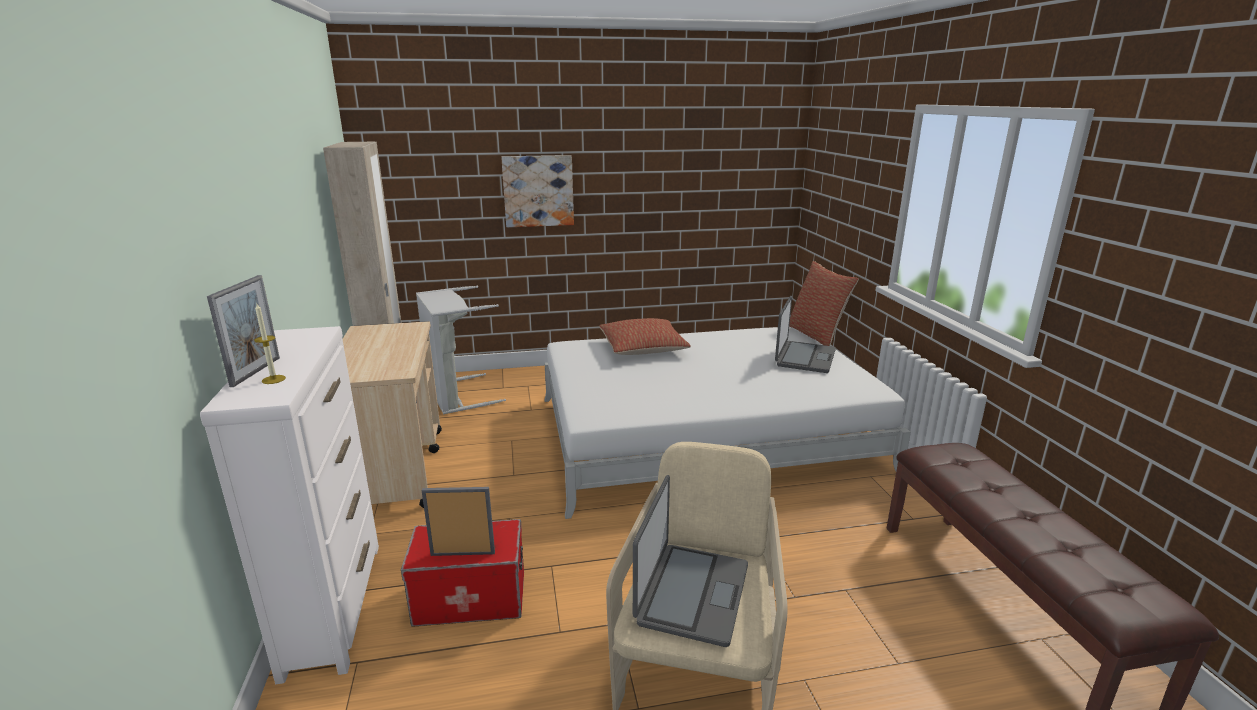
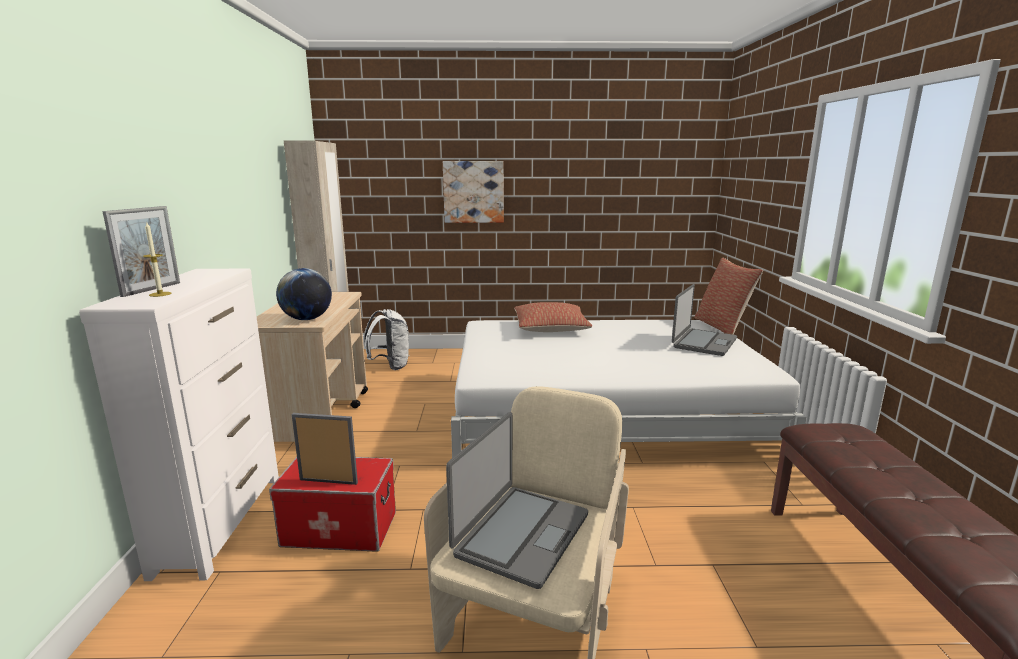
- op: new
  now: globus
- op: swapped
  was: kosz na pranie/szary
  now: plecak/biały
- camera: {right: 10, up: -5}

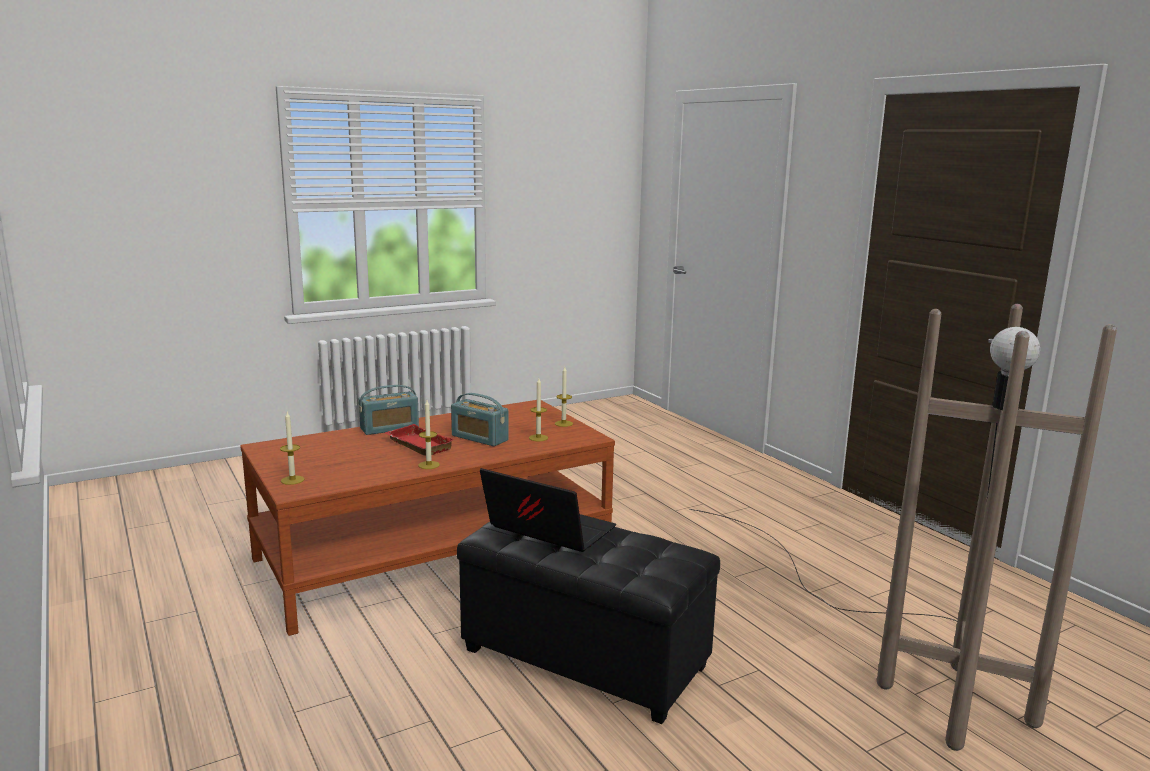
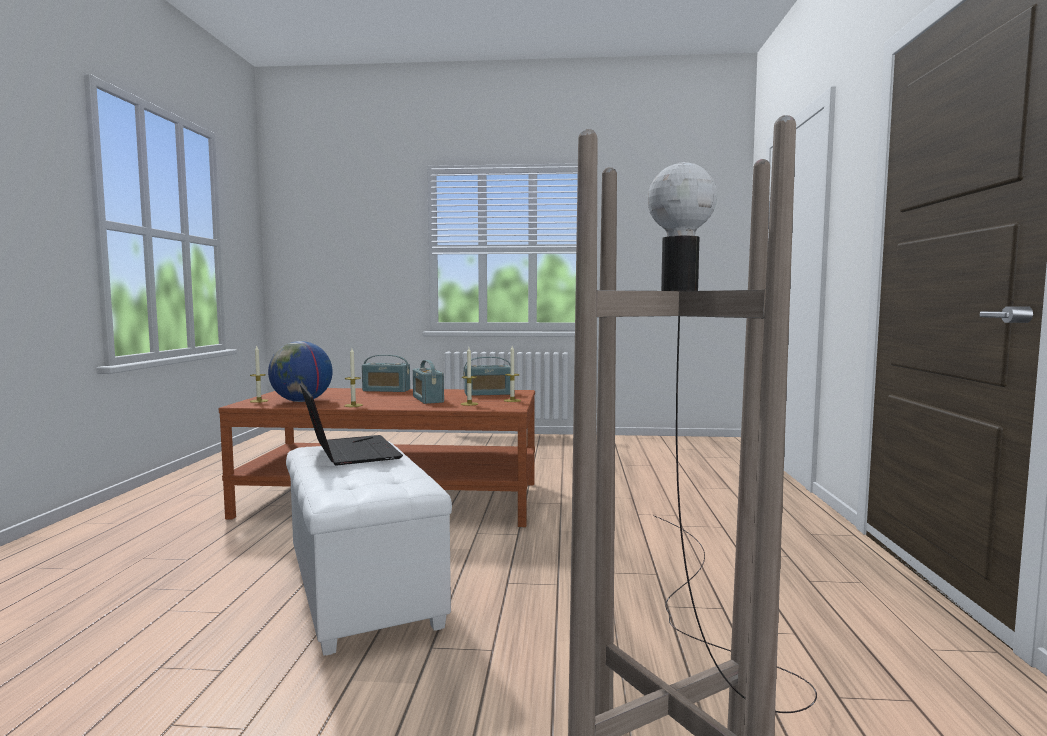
- op: gone
  was: taca/czerwony
- op: new
  now: globus
- op: new
  now: radio (no. 3 from left)
- op: repainted
  was: pufa/czarny
  now: pufa/biały
- camera: {right: 35, up: -10}

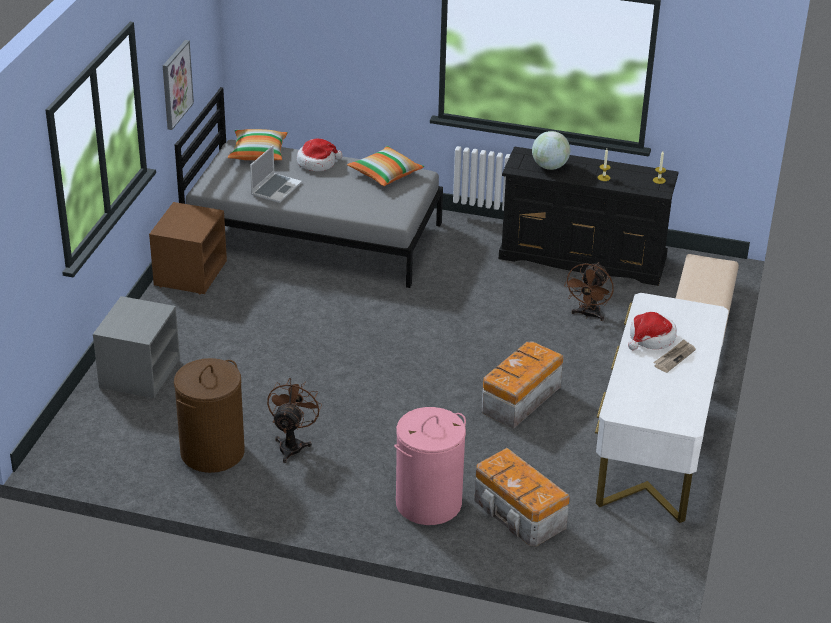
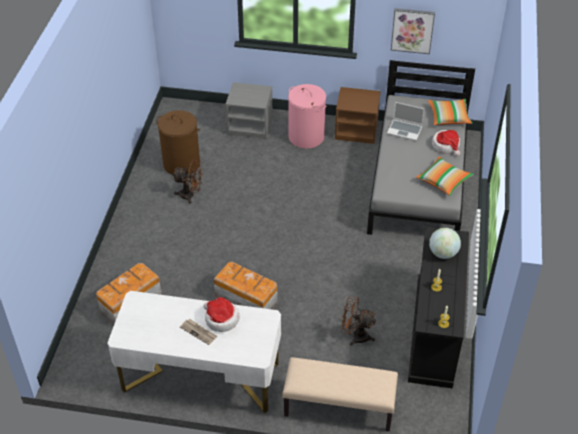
- op: shifted
  was: kosz na pranie/różowy
- camera: {right: 85, up: 10}

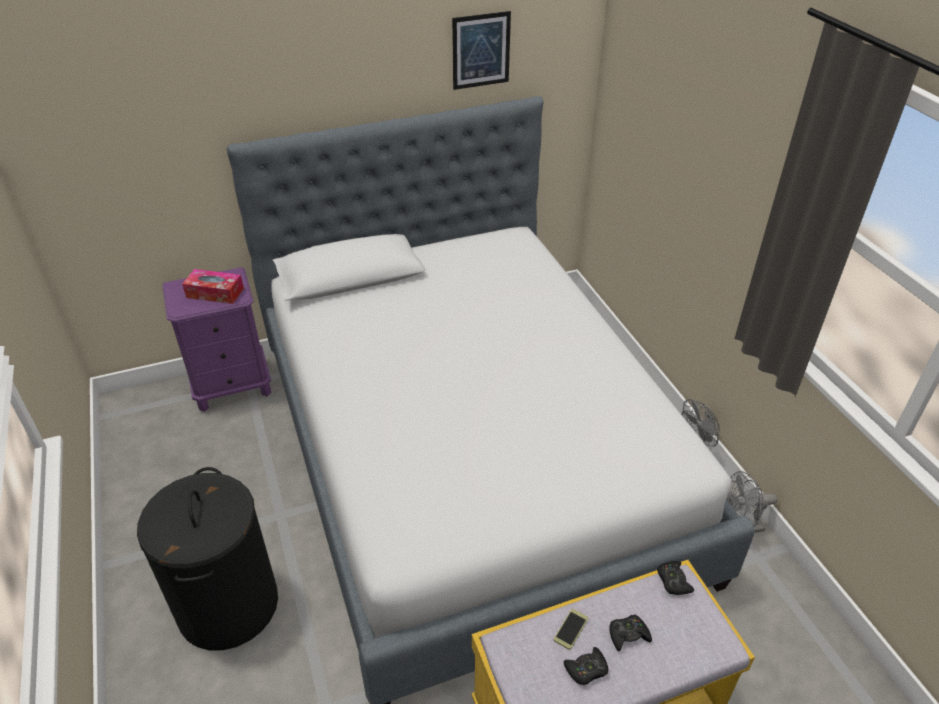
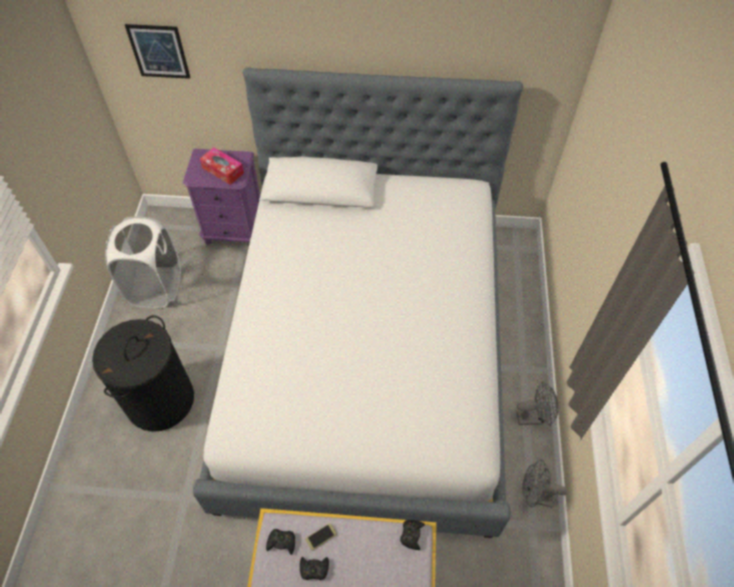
- op: new
  now: kosz na pranie/biały
- op: shifted
  was: obraz
- op: shifted
  was: pad do gier/czarny (no. 2 from left in the first image)
  now: pad do gier/czarny (no. 1 from left)
- camera: {right: 25, up: 15}

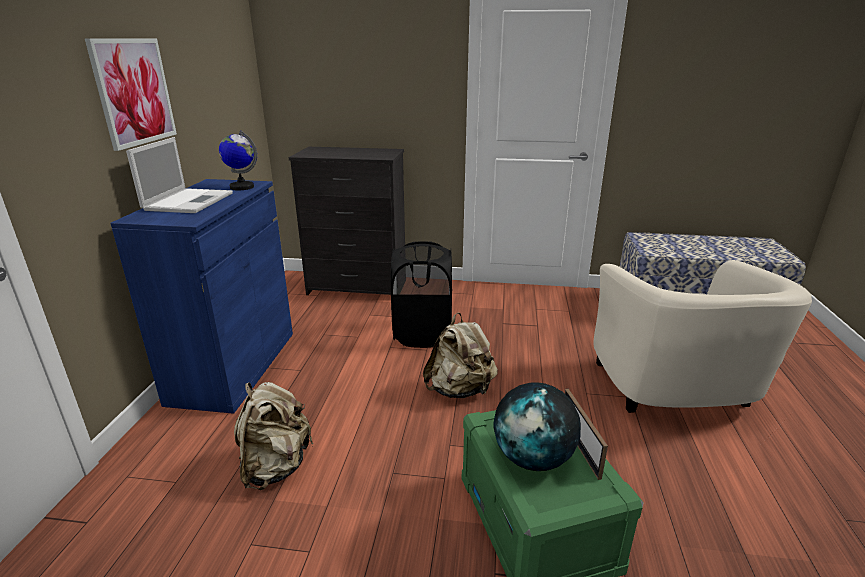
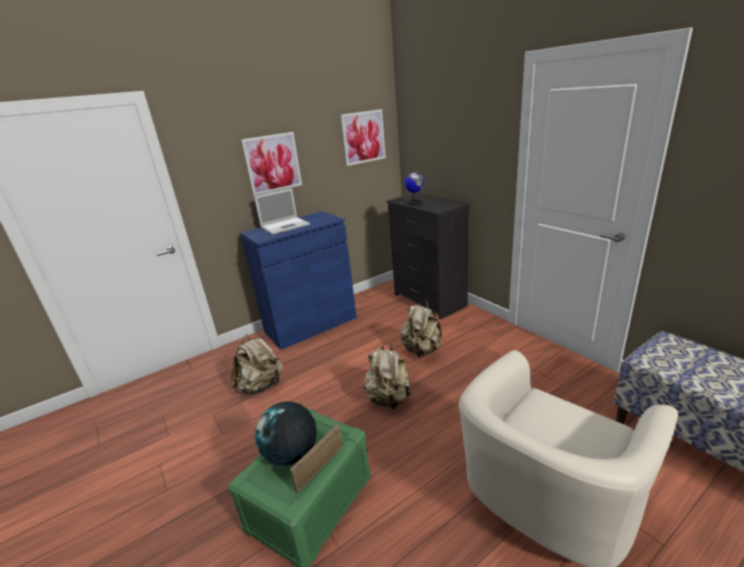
- op: new
  now: obraz (no. 2 from left)
- op: shifted
  was: globus (no. 1 from left in the first image)
  now: globus (no. 2 from left)
- op: swapped
  was: kosz na pranie/czarny
  now: plecak/beżowy (no. 3 from left)
- camera: {right: 50, up: 0}

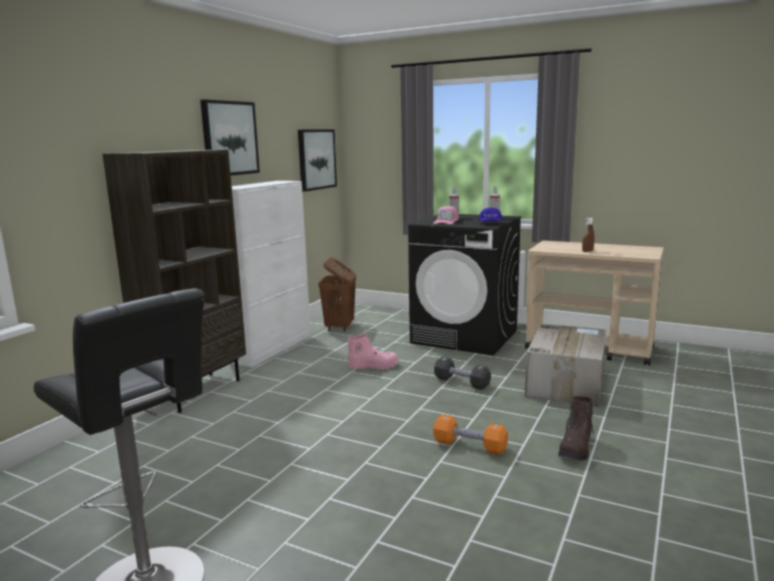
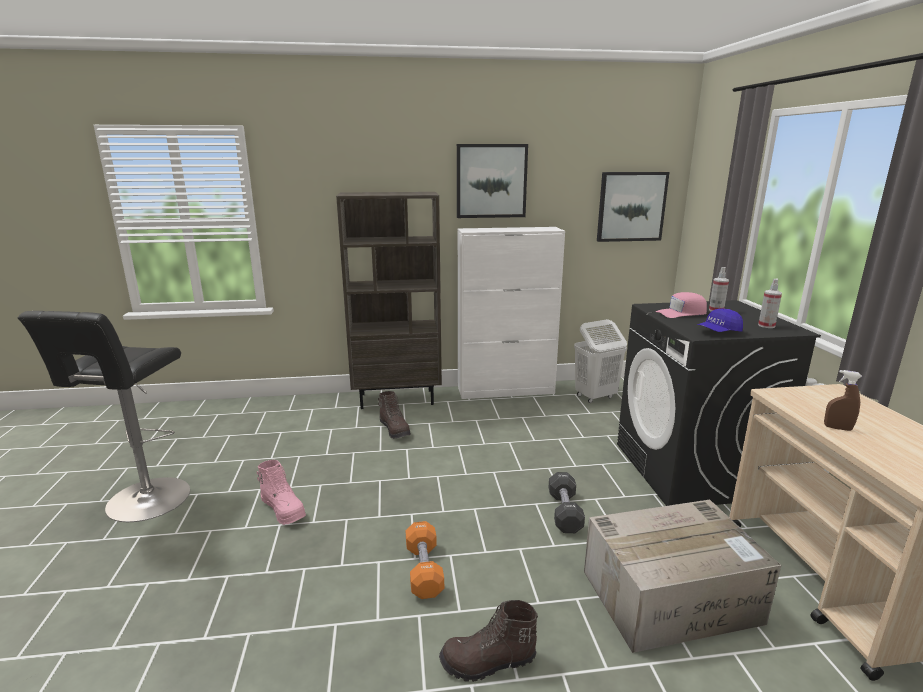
- op: new
  now: but z cholewką/brązowy (no. 1 from left)
- op: shifted
  was: but z cholewką/różowy
- op: repainted
  was: kosz na pranie/brązowy
  now: kosz na pranie/biały
- camera: {right: 55, up: 5}

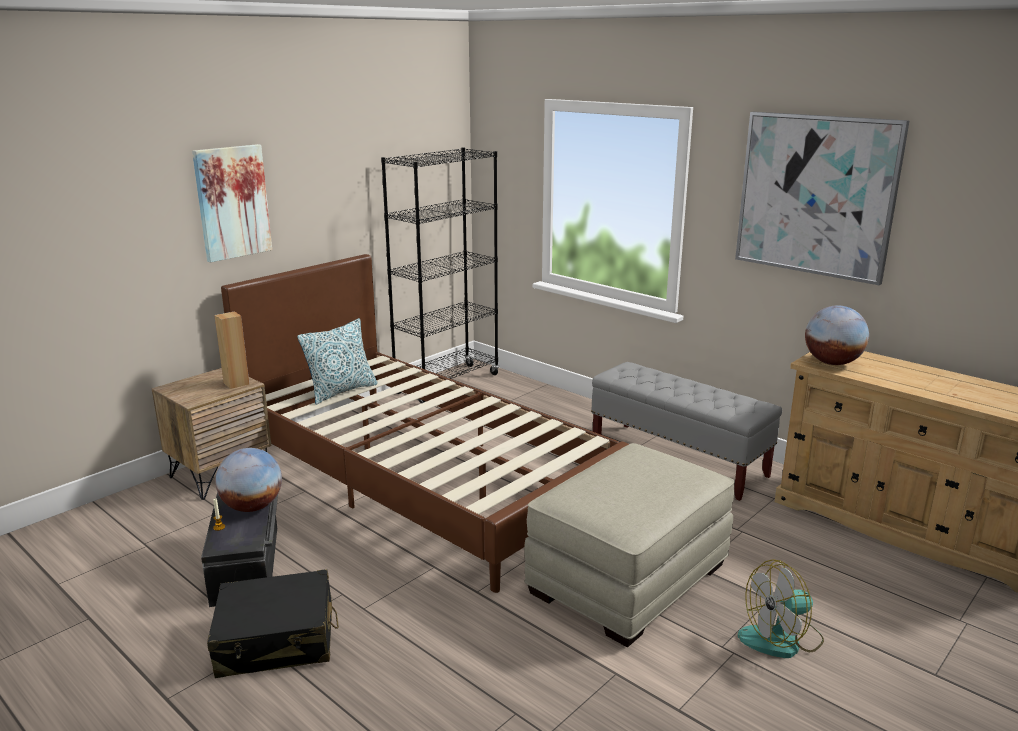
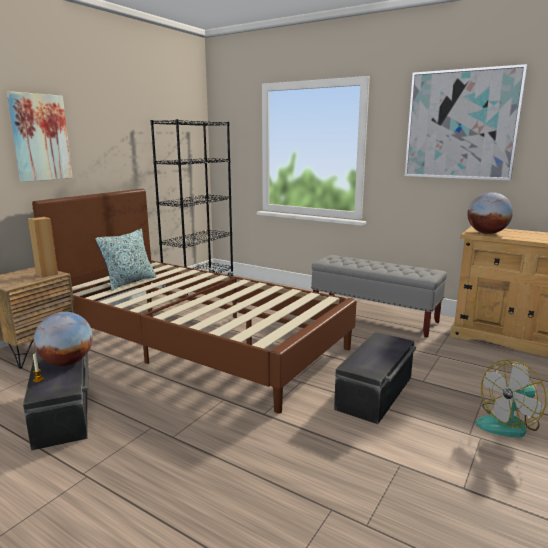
- op: gone
  was: walizka/czarny
- op: swapped
  was: pufa/beżowy
  now: pojemnik do przechowywania/czarny (no. 2 from left)
- camera: {right: -10, up: -5}

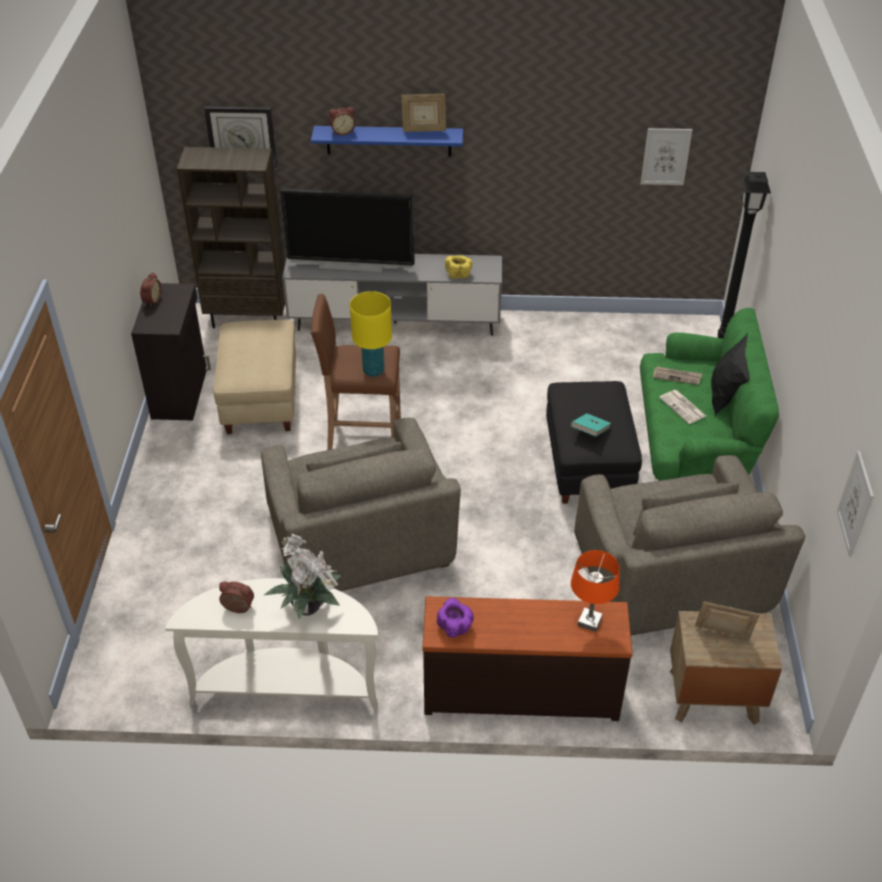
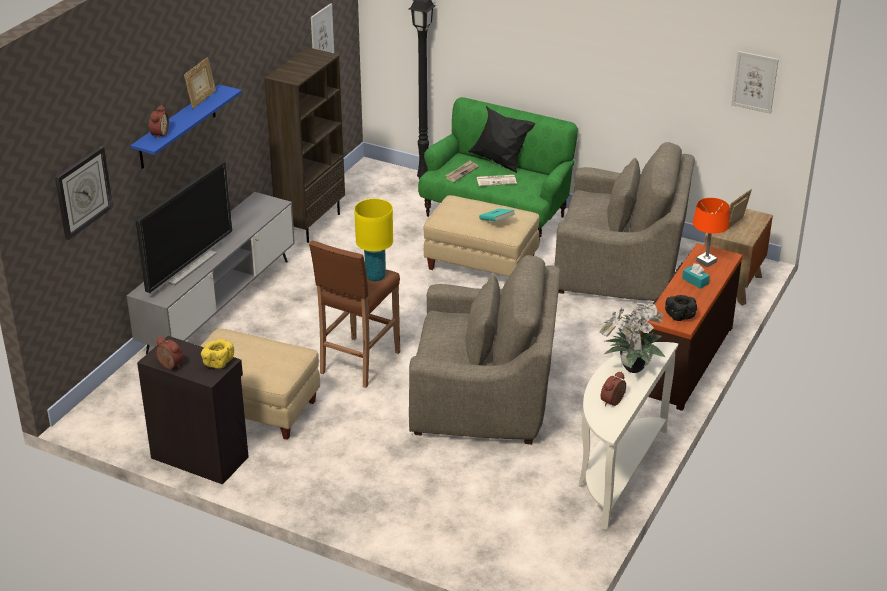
- op: new
  now: pudełko chusteczek/turkusowy
- op: shifted
  was: regał/brązowy
- op: shifted
  was: miska/żółty
- op: repainted
  was: miska/fioletowy
  now: miska/czarny
- op: repainted
  was: pufa/czarny
  now: pufa/beżowy (no. 2 from left)
- camera: {right: -65, up: -10}

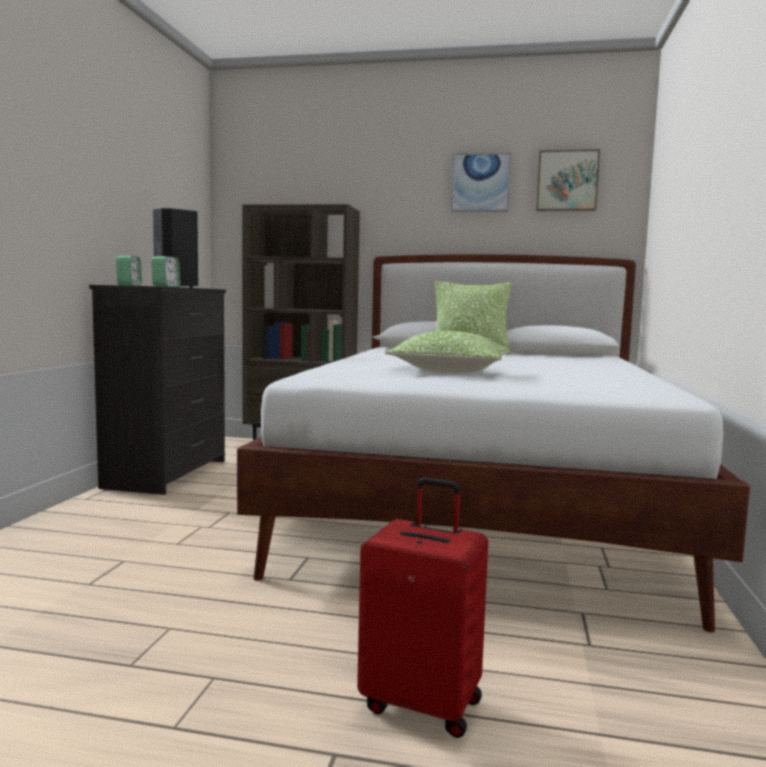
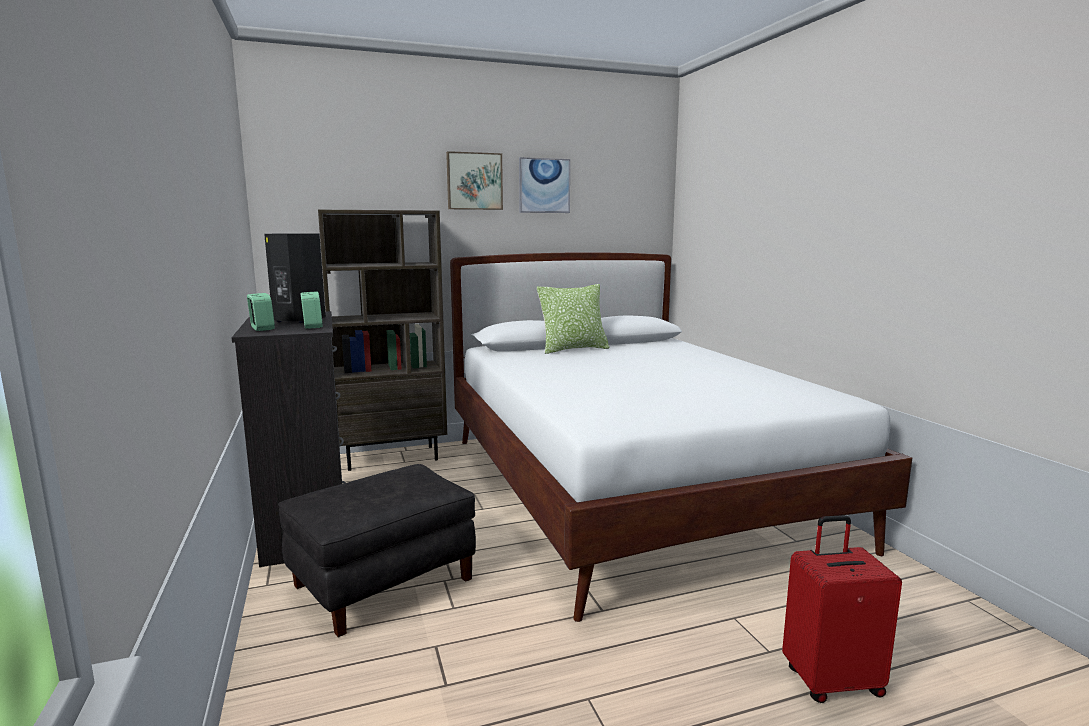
- op: gone
  was: poduszka (no. 1 from left)
- op: new
  now: pufa/czarny
- op: shifted
  was: obraz (no. 2 from left in the first image)
  now: obraz (no. 1 from left)
- camera: {right: -30, up: 5}

